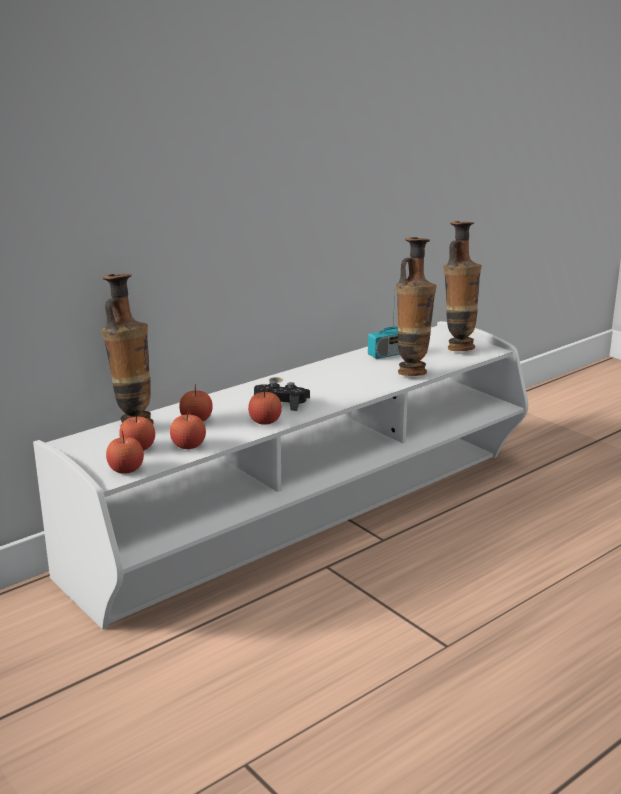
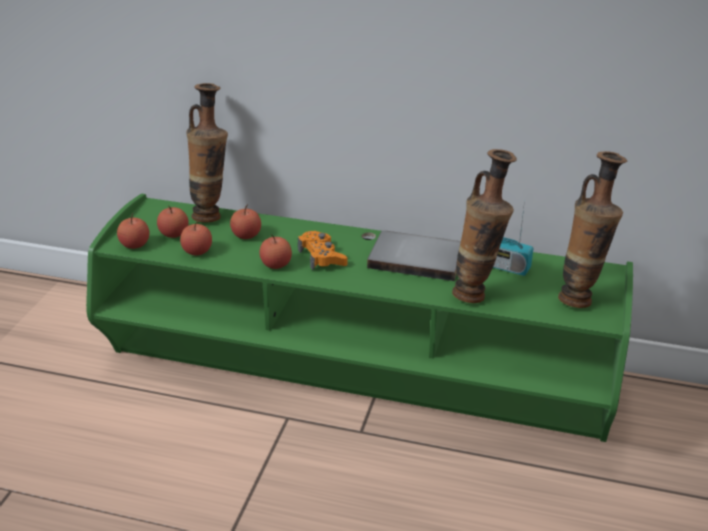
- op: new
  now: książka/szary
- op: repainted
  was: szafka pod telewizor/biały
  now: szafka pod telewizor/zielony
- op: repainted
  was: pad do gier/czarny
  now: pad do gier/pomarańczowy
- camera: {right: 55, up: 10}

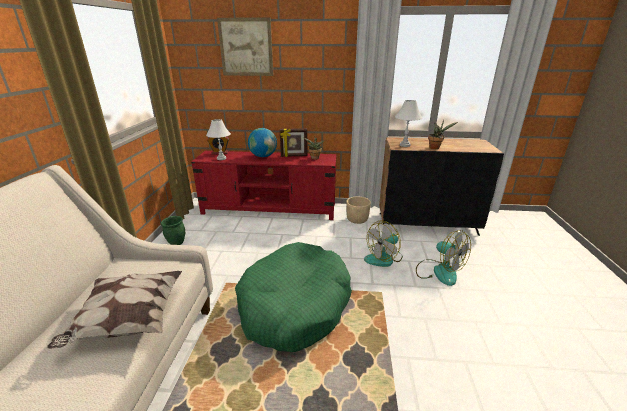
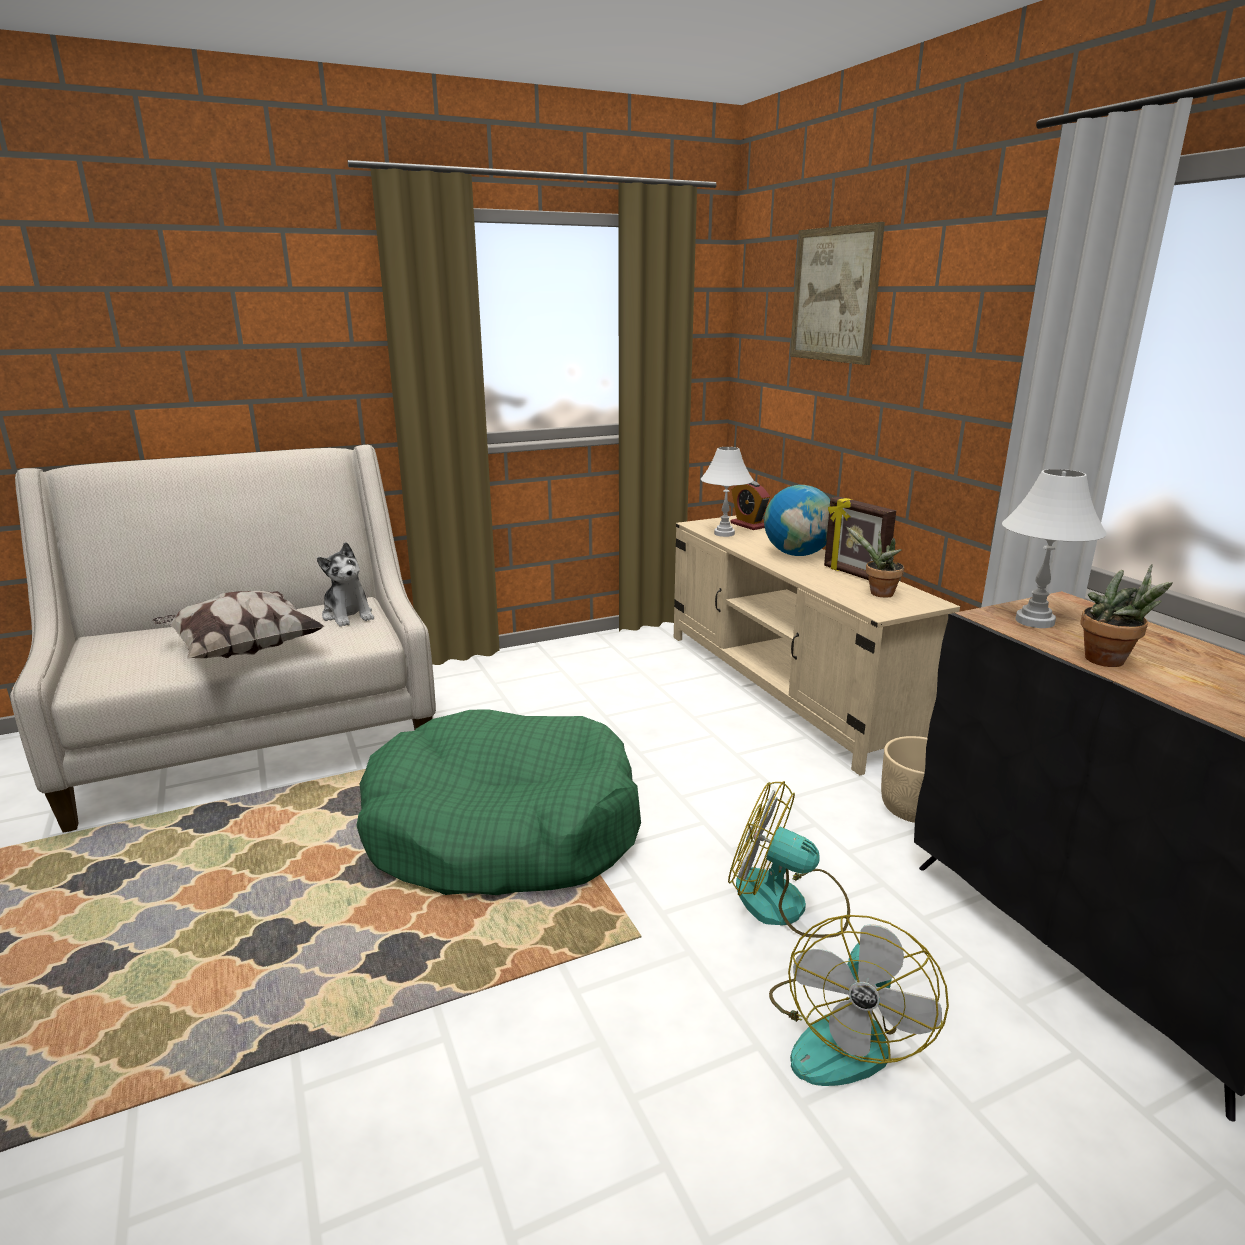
- op: gone
  was: donica/zielony
- op: new
  now: pluszak
- op: repainted
  was: szafka pod telewizor/czerwony
  now: szafka pod telewizor/beżowy
- camera: {right: 60, up: -5}

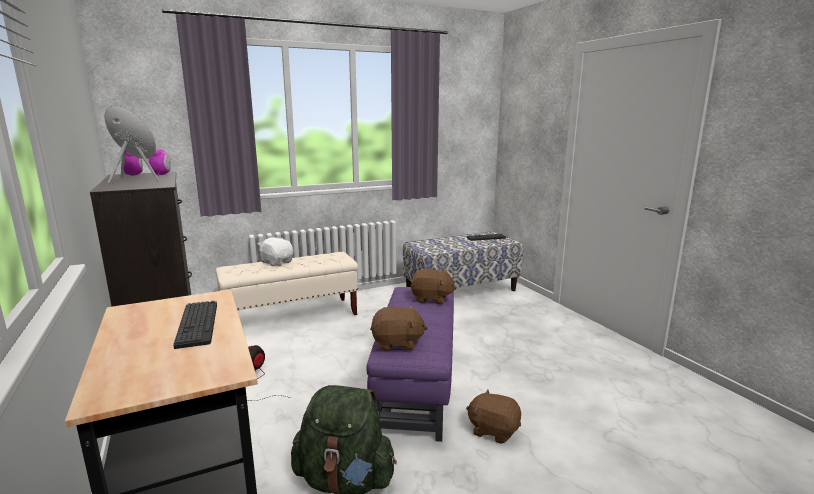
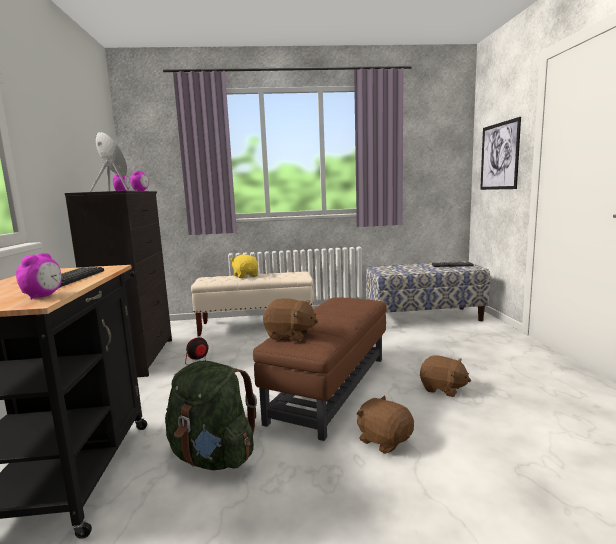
- op: new
  now: budzik (no. 1 from left)
- op: new
  now: obraz
- op: shifted
  was: pluszak/brązowy (no. 2 from left in the first image)
  now: pluszak/brązowy (no. 3 from left)
- op: repainted
  was: pluszak/biały
  now: pluszak/żółty
- op: repainted
  was: pufa/fioletowy
  now: pufa/brązowy
- camera: {right: 20, up: -5}

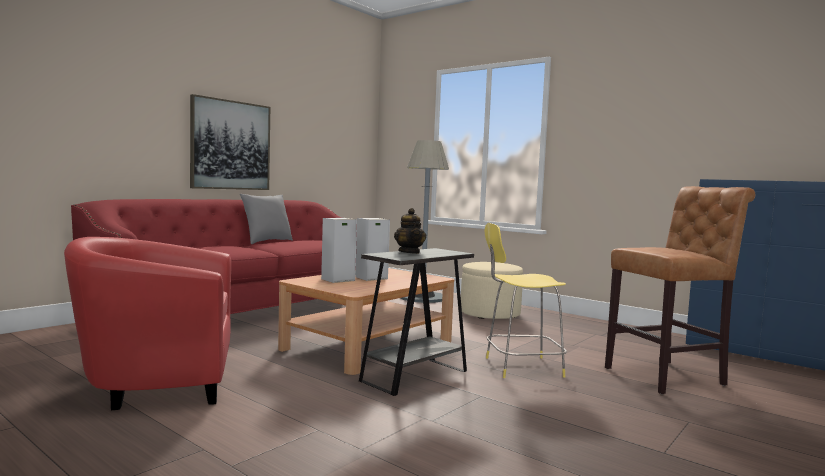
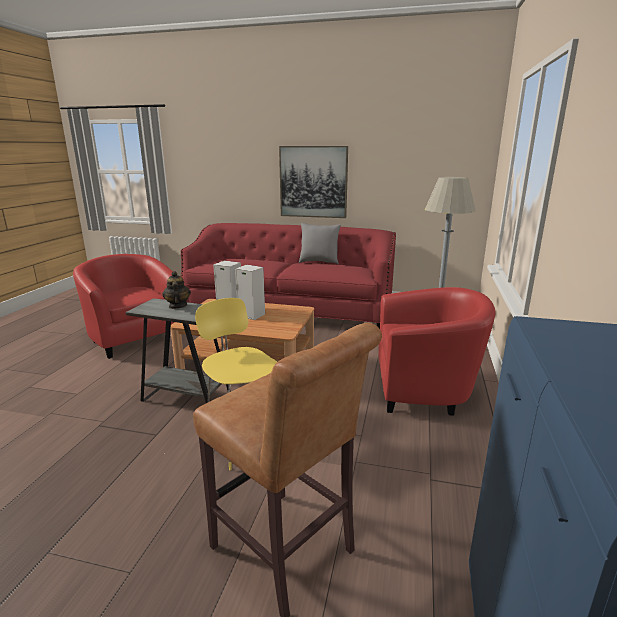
- op: swapped
  was: pufa/beżowy
  now: fotel/czerwony (no. 2 from left)
- op: rotated
  was: imbryk
  clockwise: 120
- camera: {right: 65, up: 15}

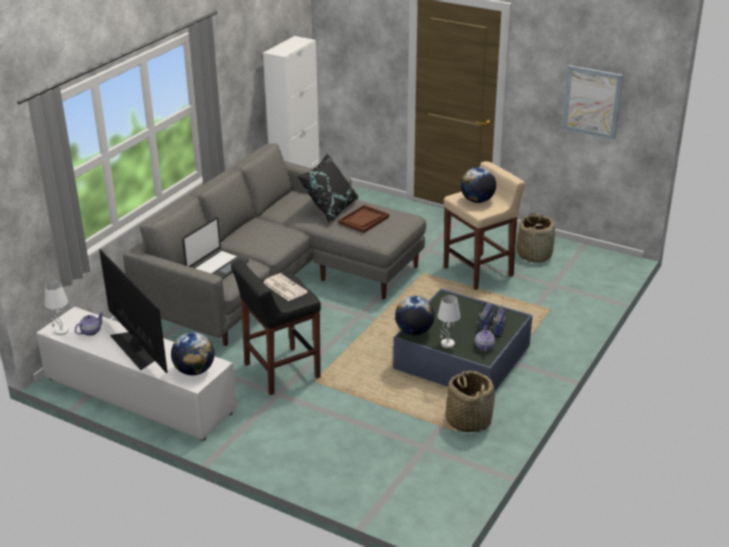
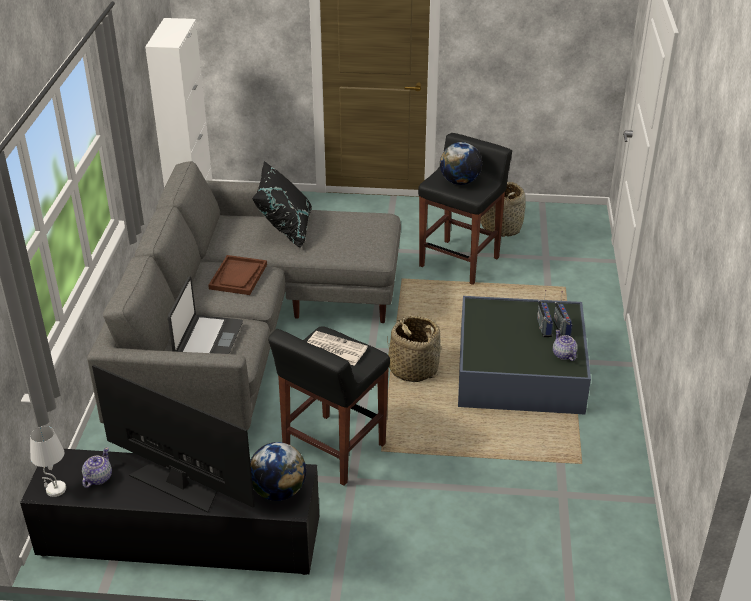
- op: gone
  was: globus (no. 2 from left)
- op: gone
  was: lampa stołowa/biały (no. 2 from left)
- op: gone
  was: obraz
- op: shifted
  was: taca/brązowy
- op: shifted
  was: koszyk (no. 1 from left)
- op: repainted
  was: szafka pod telewizor/biały
  now: szafka pod telewizor/czarny
- op: repainted
  was: stołek/beżowy
  now: stołek/czarny (no. 2 from left)
- camera: {right: -25, up: 5}

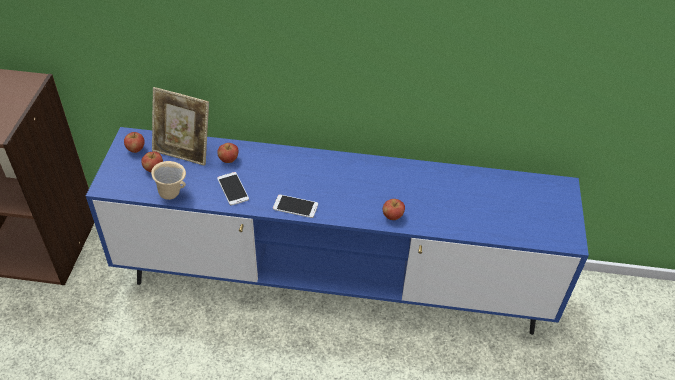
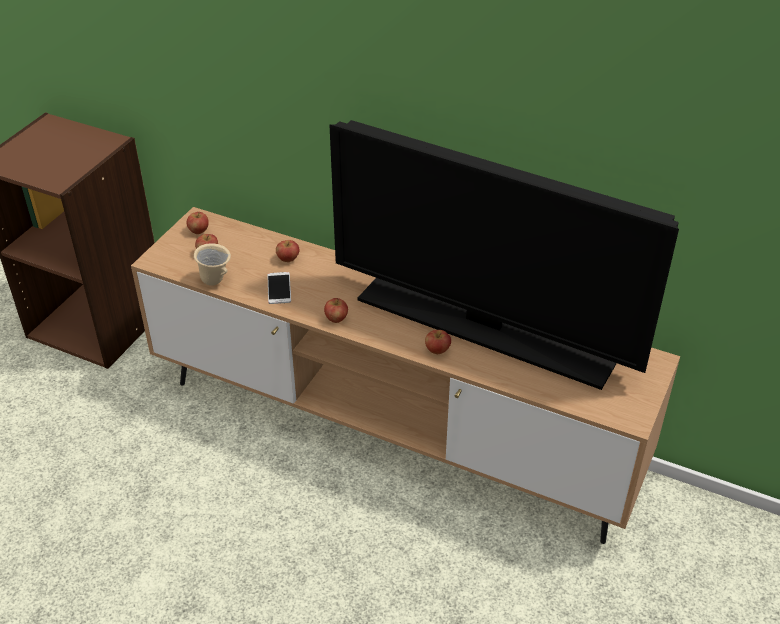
- op: gone
  was: ramka na zdjęcie
- op: new
  now: telewizor
- op: swapped
  was: telefon (no. 2 from left)
  now: jabłko (no. 4 from left)
- op: repainted
  was: szafka pod telewizor/niebieski
  now: szafka pod telewizor/brązowy
- camera: {right: 20, up: -5}

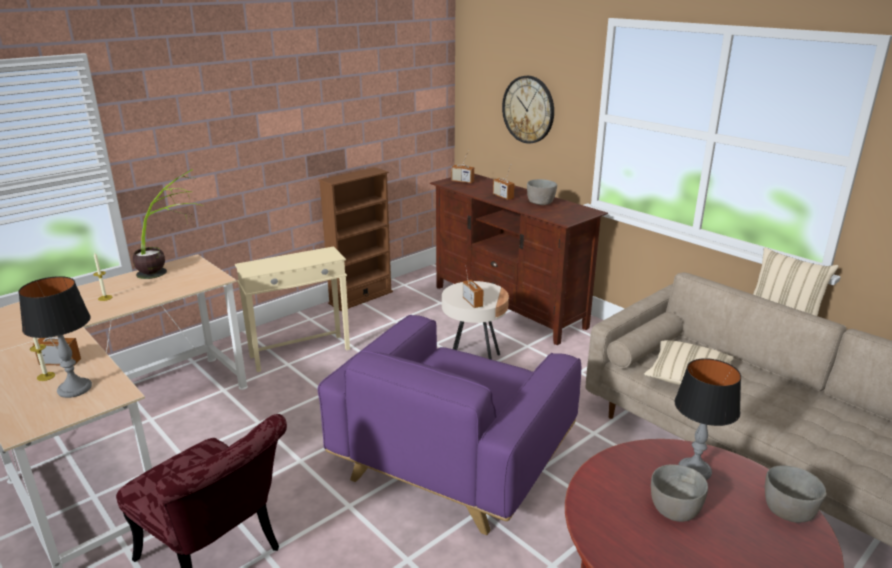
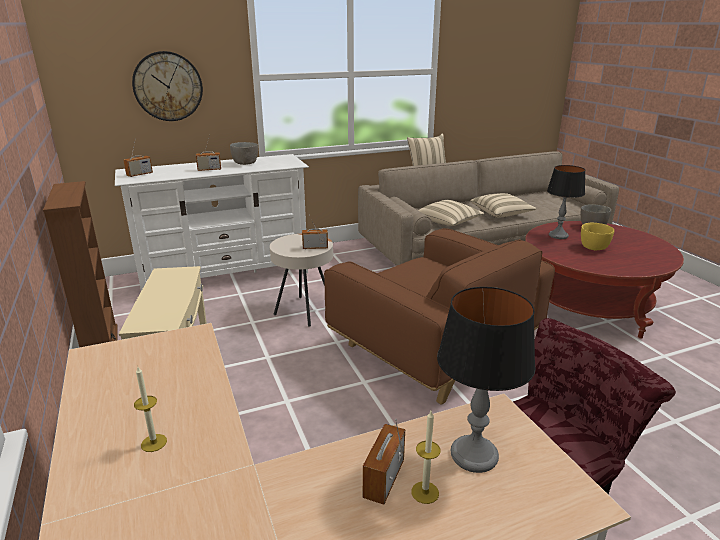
- op: gone
  was: roślina doniczkowa
- op: new
  now: poduszka/beżowy (no. 3 from left)
- op: repainted
  was: fotel/fioletowy
  now: fotel/brązowy
- op: repainted
  was: szafka pod telewizor/brązowy
  now: szafka pod telewizor/biały
- op: repainted
  was: miska/szary (no. 2 from left)
  now: miska/żółty
- camera: {right: -70, up: 0}

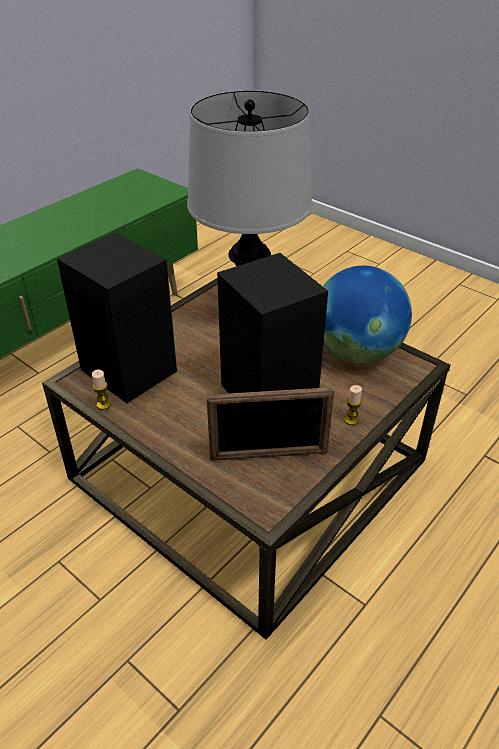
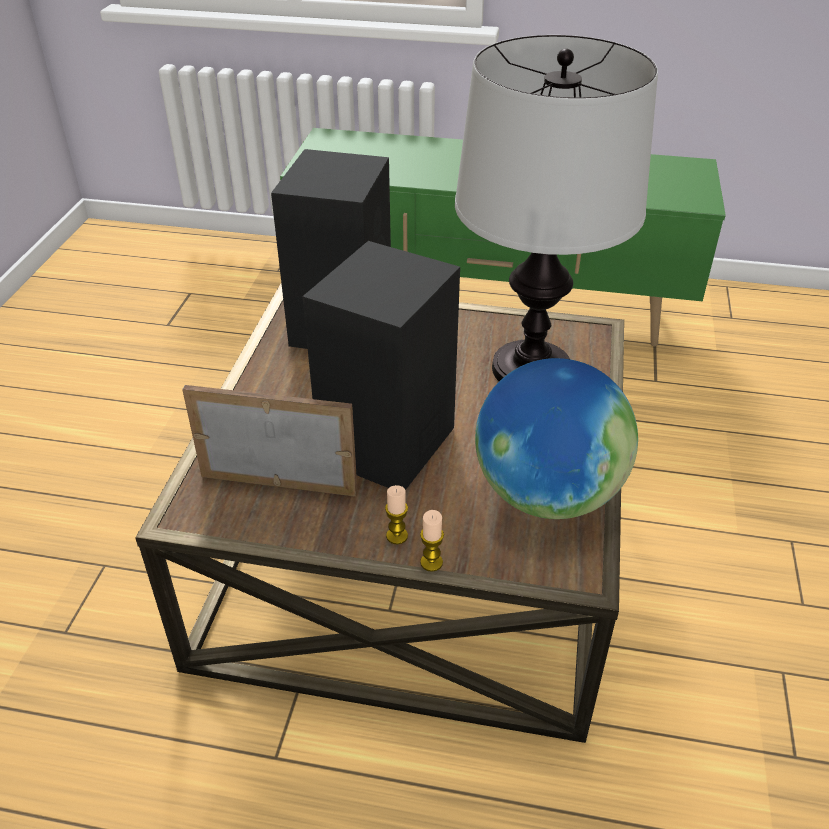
- op: shifted
  was: świeca (no. 1 from left in the first image)
  now: świeca (no. 2 from left)
- op: rotated
  was: ramka na zdjęcie
  clockwise: 135
- camera: {right: 60, up: 0}

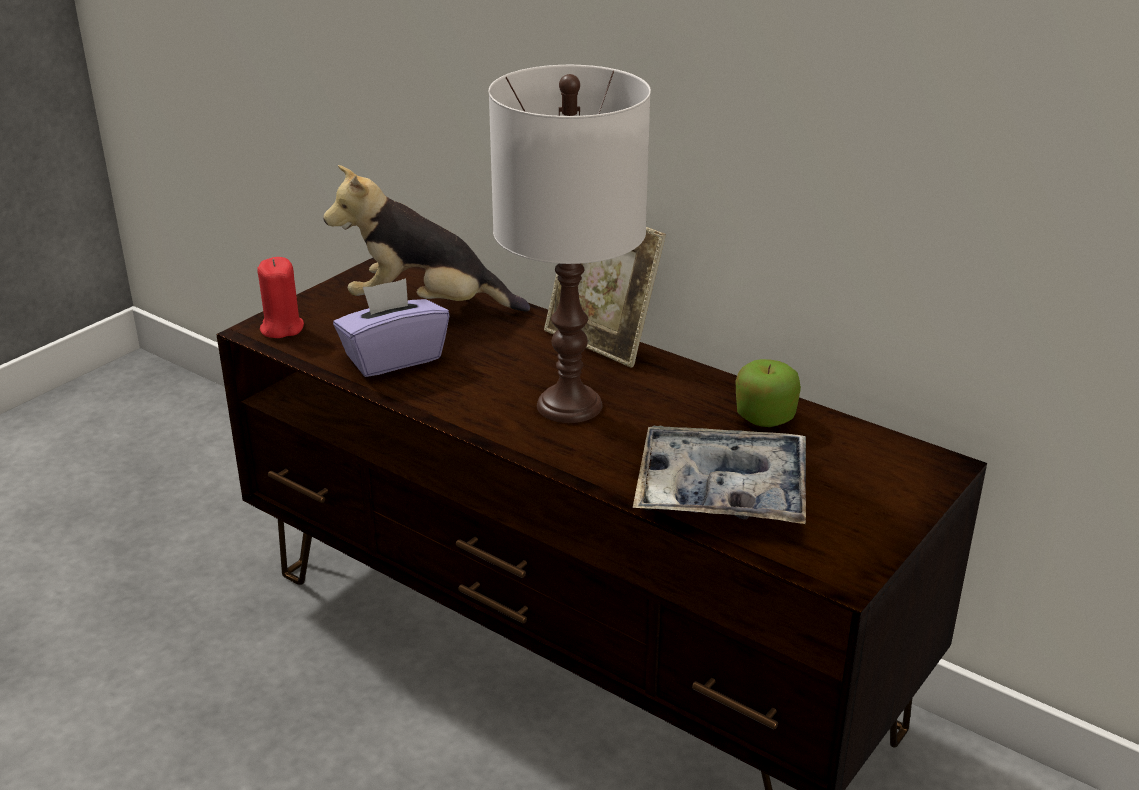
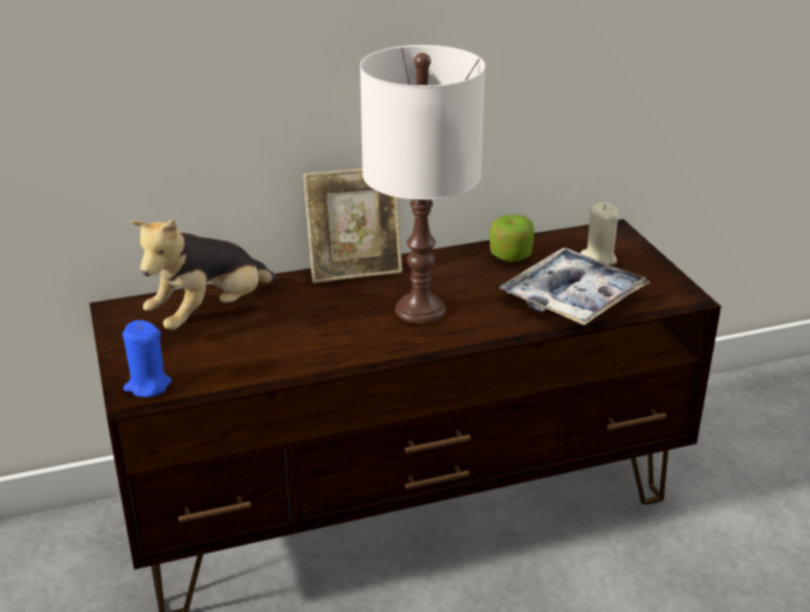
- op: gone
  was: pudełko chusteczek/fioletowy
- op: new
  now: świeca/beżowy
- op: repainted
  was: świeca/czerwony
  now: świeca/niebieski
- camera: {right: -55, up: 0}

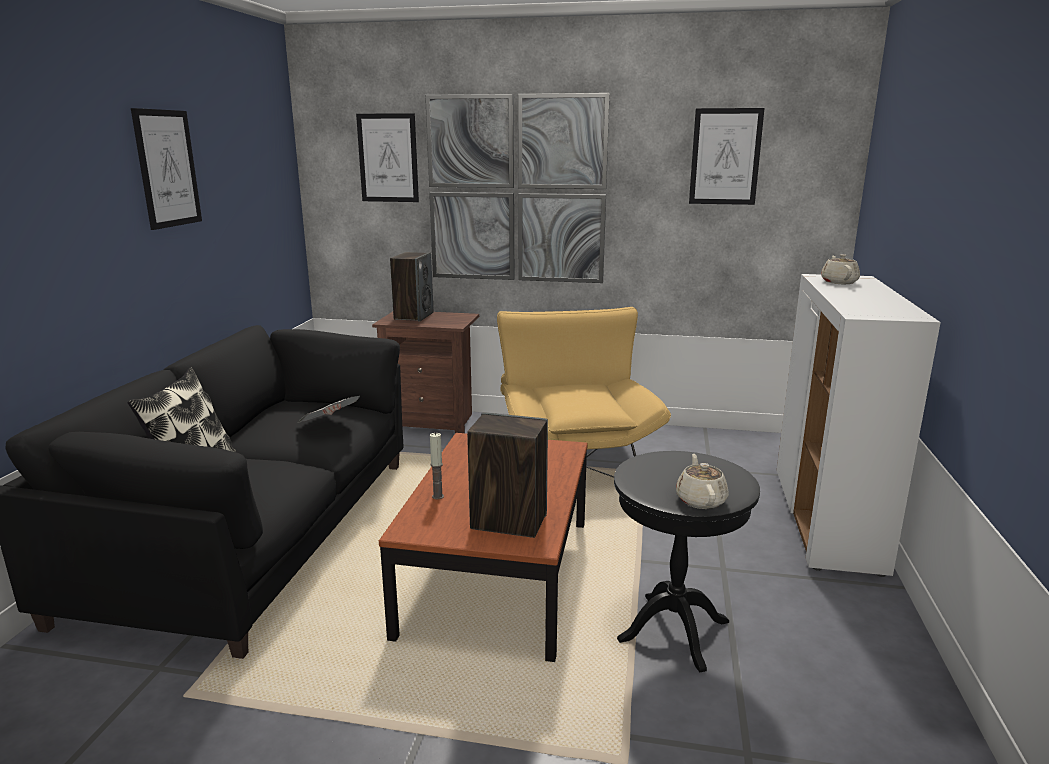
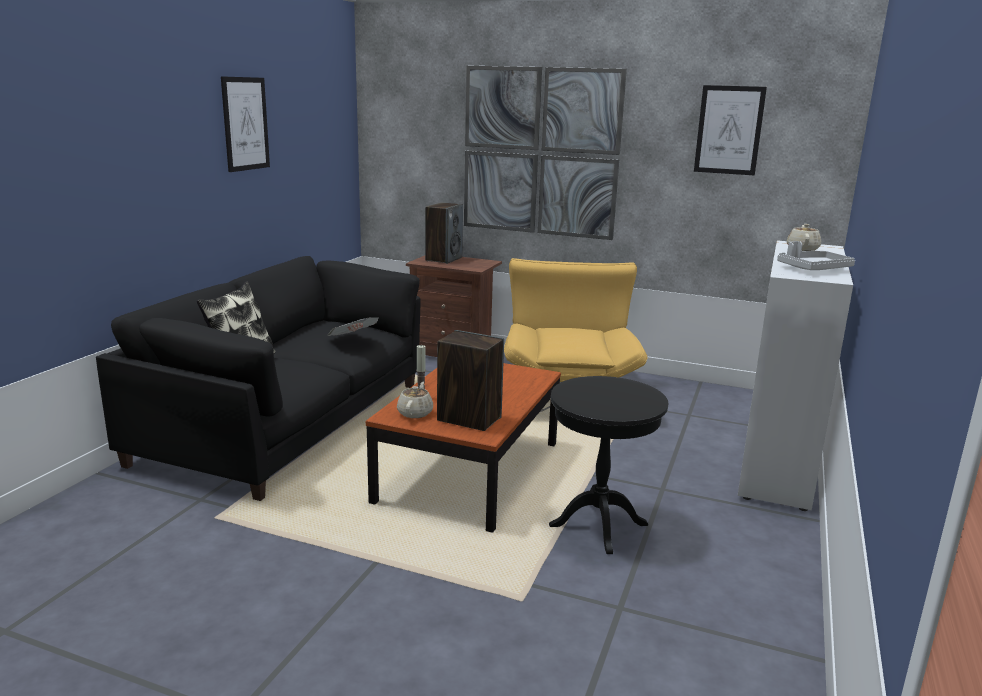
- op: gone
  was: obraz (no. 2 from left)
- op: new
  now: taca/szary
- op: shifted
  was: imbryk/beżowy (no. 1 from left)
- camera: {right: 10, up: 0}

